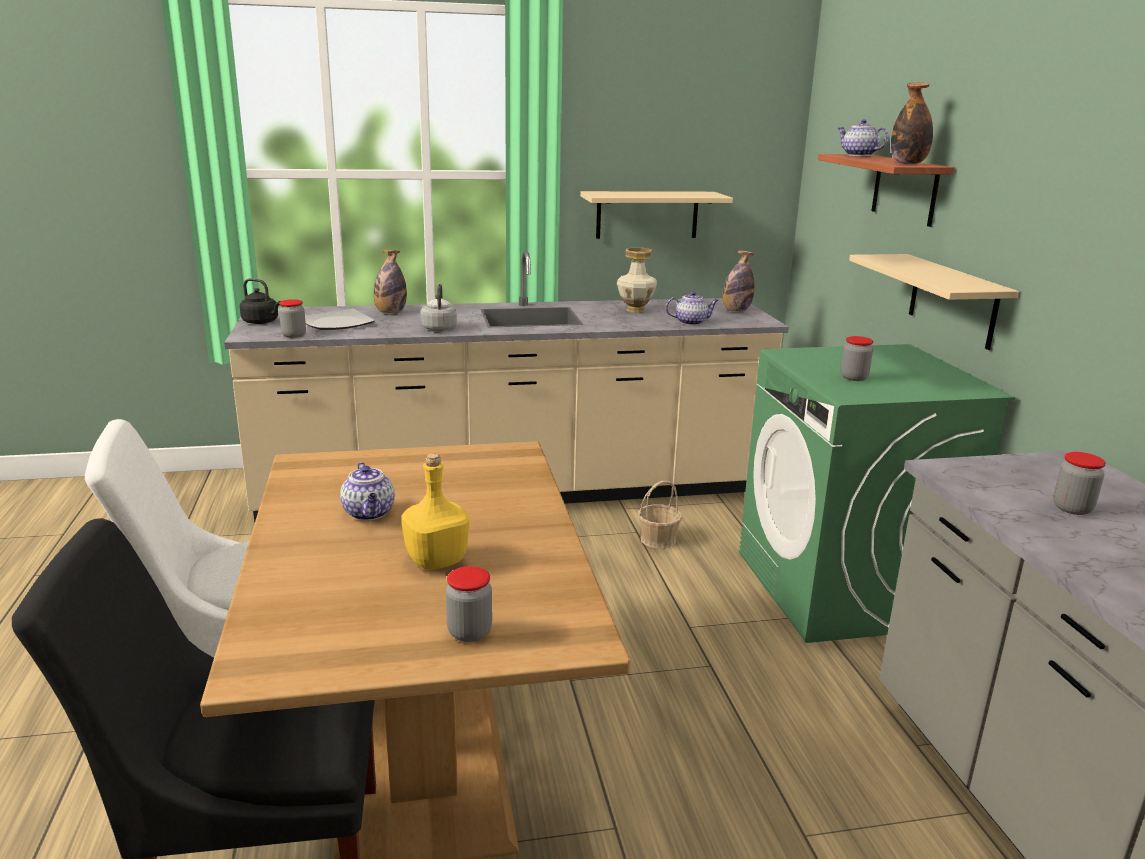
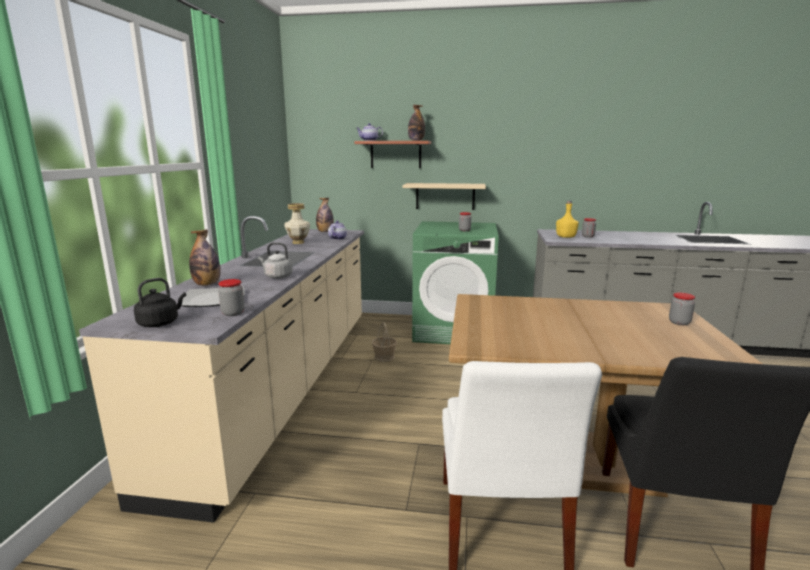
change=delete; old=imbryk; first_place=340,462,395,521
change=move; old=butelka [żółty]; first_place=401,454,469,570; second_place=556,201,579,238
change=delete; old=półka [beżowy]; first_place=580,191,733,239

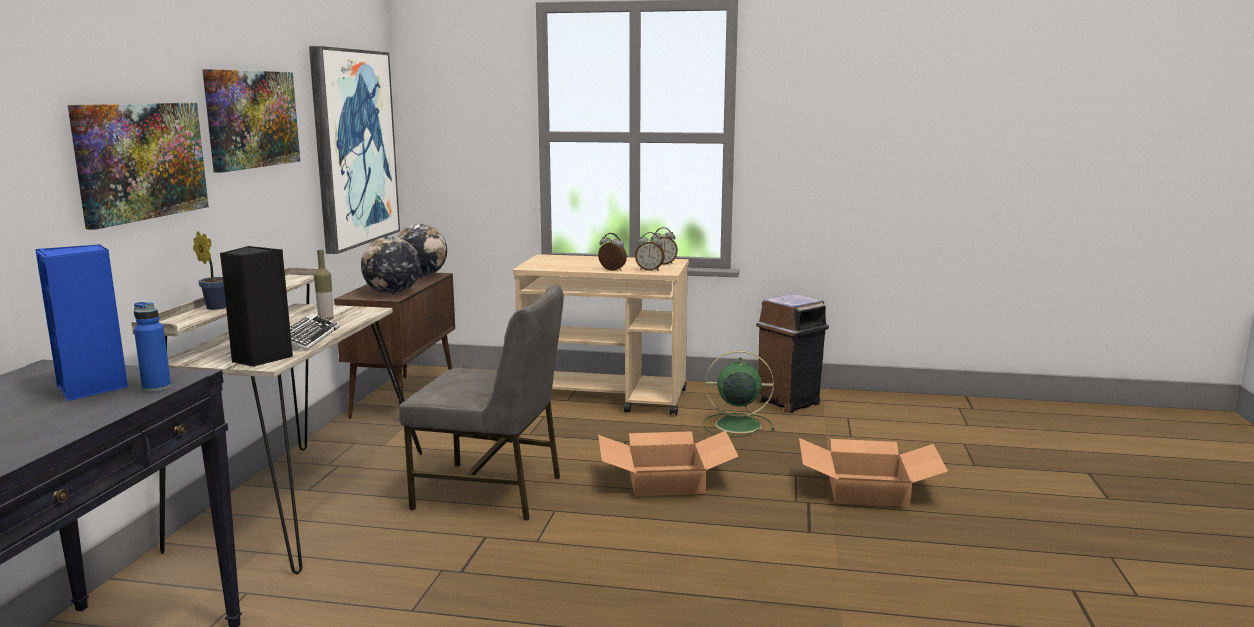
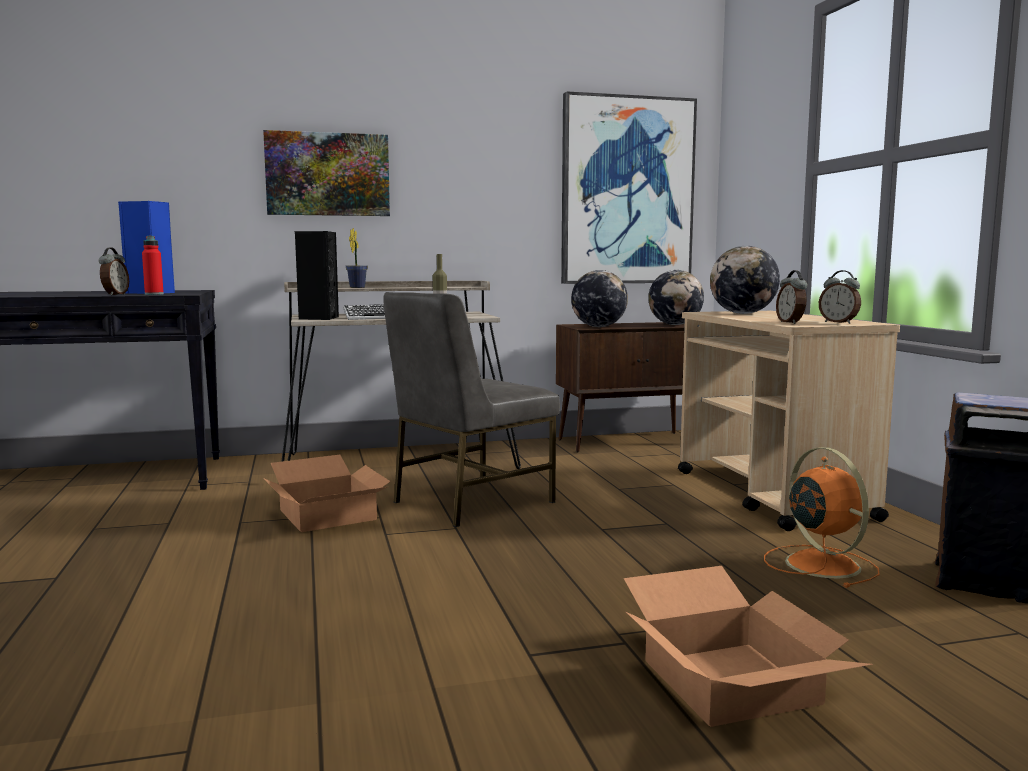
change=recolor; old=butelka [niebieski]; new=butelka [czerwony]; first_place=134,302,171,392; second_place=142,236,164,295
change=delete; old=obraz; first_place=202,69,300,173
change=rotate; old=krzesło [szary]; first_place=399,285,564,521; second_place=383,292,560,527; degrees=60
change=move; old=budzik; first_place=598,233,627,271; second_place=99,247,129,296
change=move; old=karton; first_place=598,431,739,496; second_place=263,455,391,532
change=recolor; old=wentylator [zielony]; new=wentylator [pomarańczowy]; first_place=703,351,775,437; second_place=764,447,880,588
change=insert; new=globus; second_place=710,246,780,314

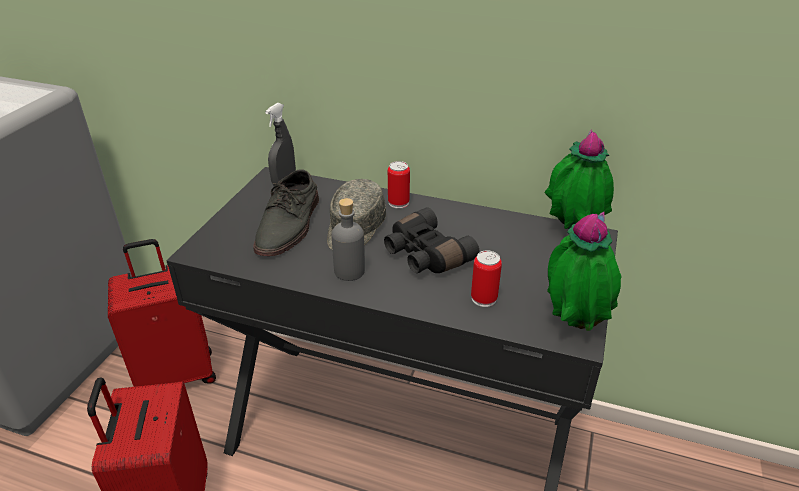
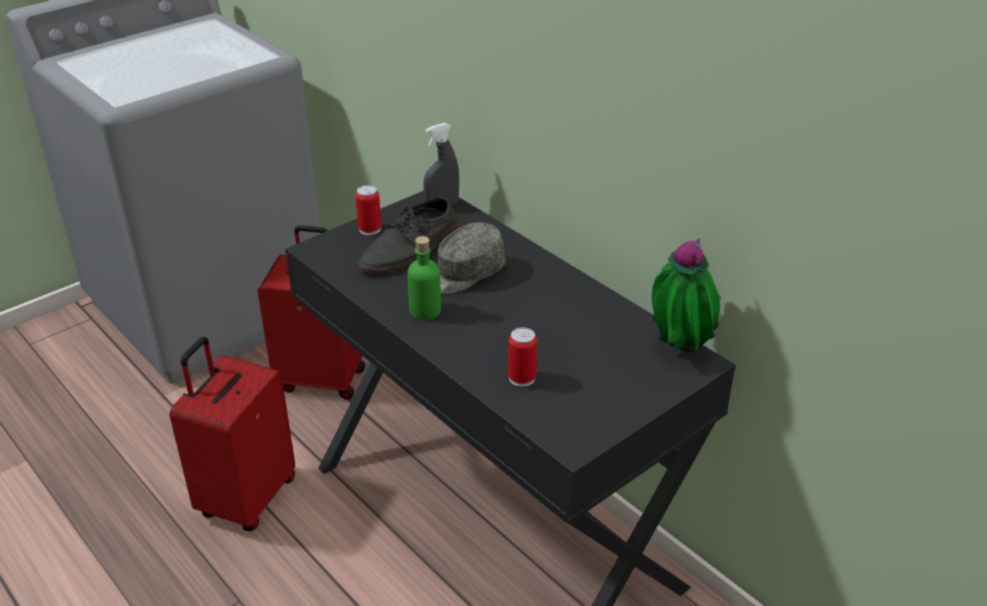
change=recolor; old=butelka [szary]; new=butelka [zielony]; first_place=332,198,365,281; second_place=407,236,441,320
change=delete; old=lornetka [czarny]; first_place=384,207,480,273
change=move; old=puszka; first_place=388,161,410,209; second_place=355,185,381,235
change=delete; old=roślina doniczkowa; first_place=547,212,622,331

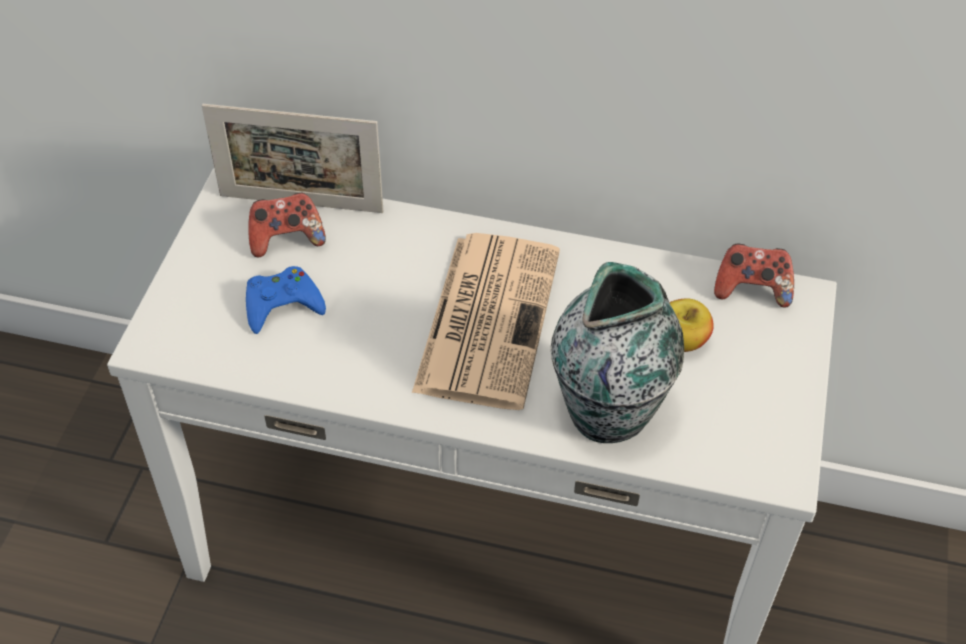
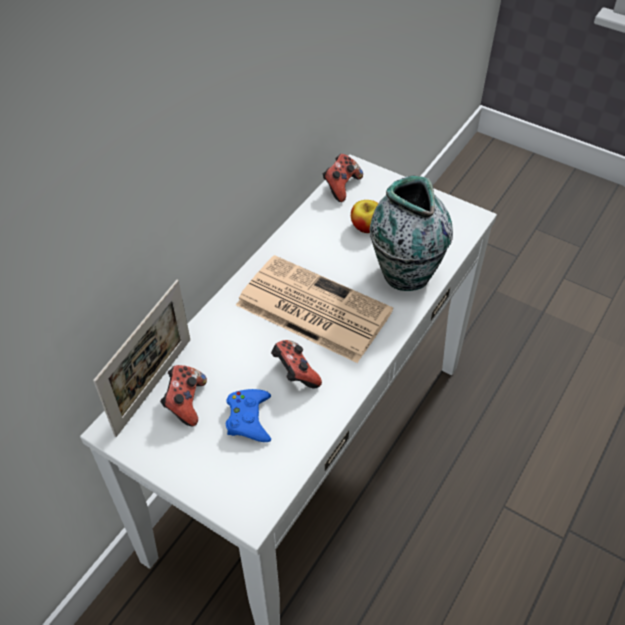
change=insert; new=pad do gier; second_place=271,340,322,388

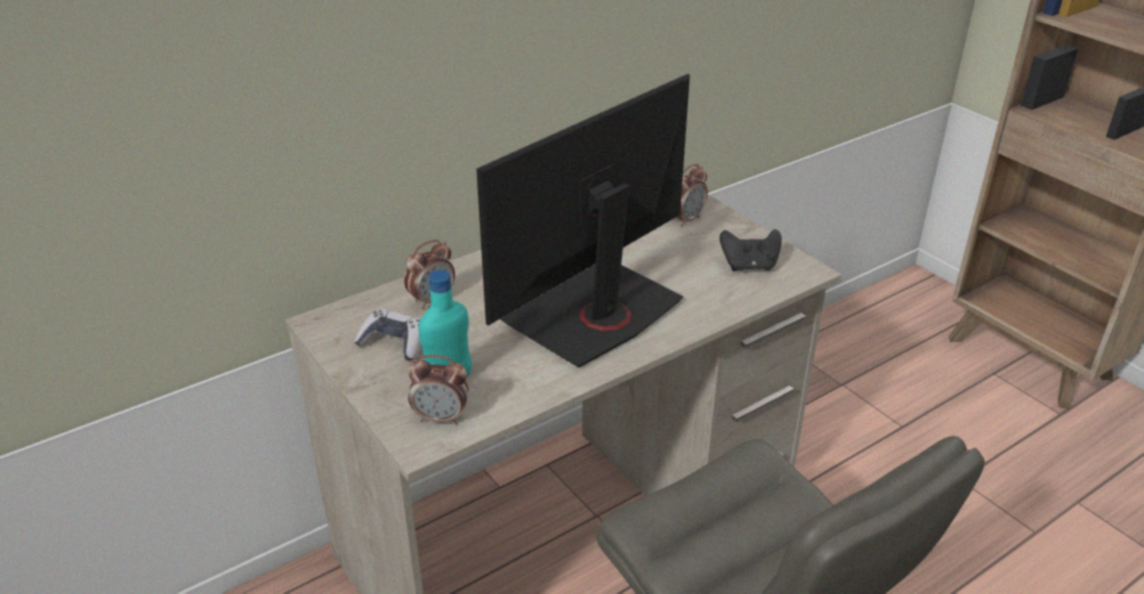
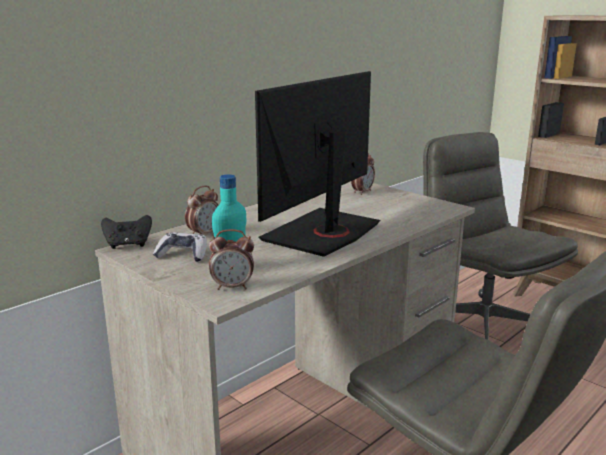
change=move; old=pad do gier [czarny]; first_place=720,229,782,271; second_place=101,215,152,249
change=insert; new=krzesło biurowe [szary]; second_place=423,132,578,340

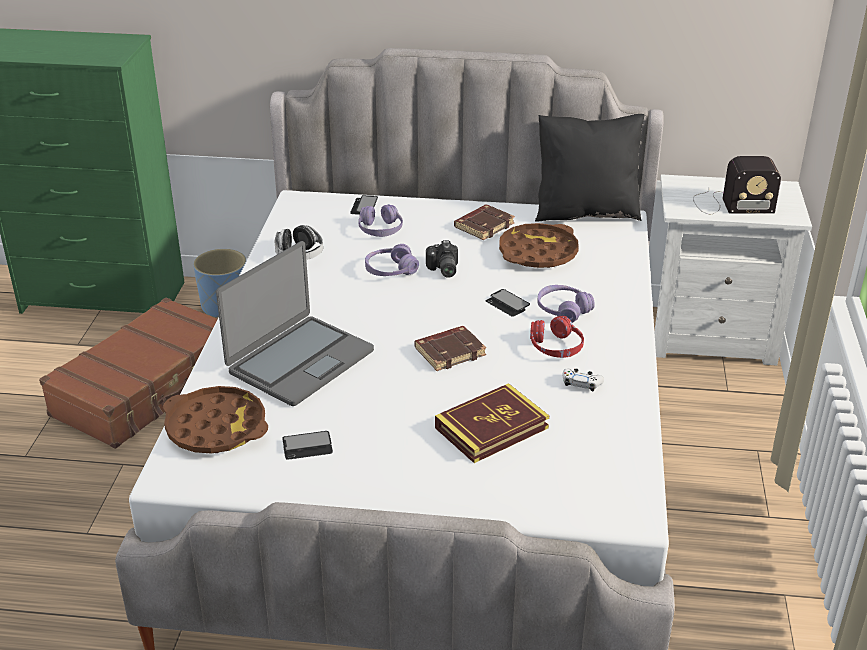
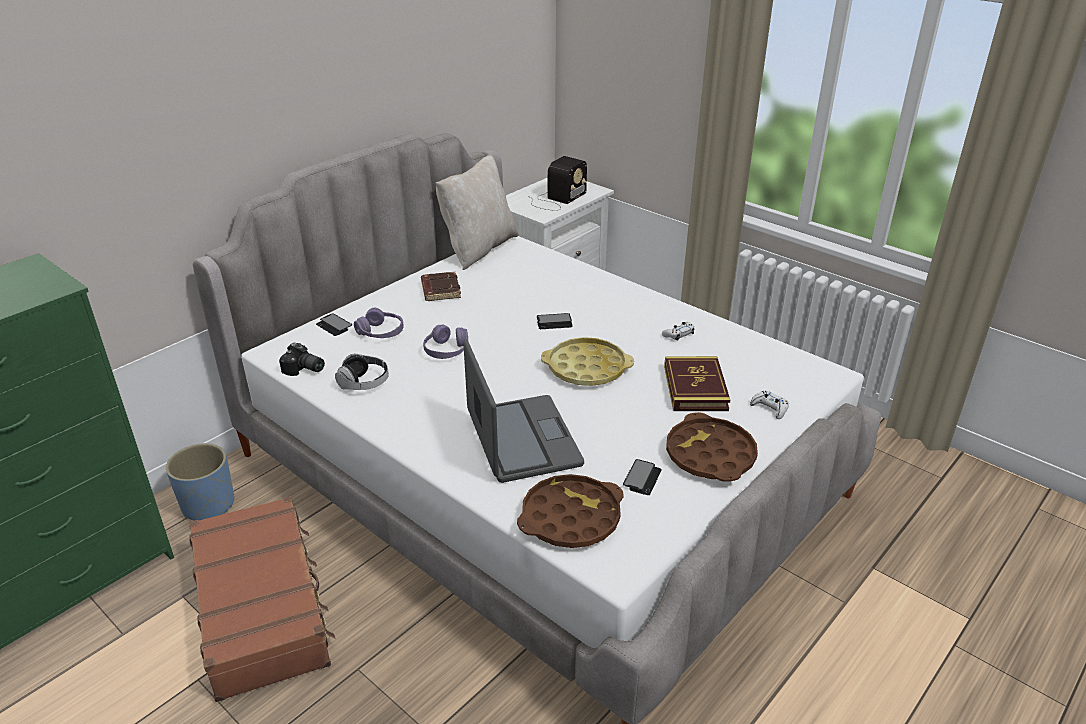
change=replace; old=książka [brązowy]; new=taca [żółty]; first_place=414,326,486,371; second_place=541,337,634,386
change=move; old=aparat fotograficzny; first_place=426,240,458,278; second_place=279,342,325,376
change=move; old=taca [brązowy]; first_place=499,223,579,268; second_place=666,412,758,482
change=delete; old=słuchawki [czerwony]; first_place=530,316,584,358
change=recolor; old=poduszka [czarny]; new=poduszka [beżowy]; first_place=535,114,644,221; second_place=436,155,519,270
change=delete; old=słuchawki [fioletowy]; first_place=537,285,595,323
change=insert; new=pad do gier [biały]; second_place=750,391,789,419

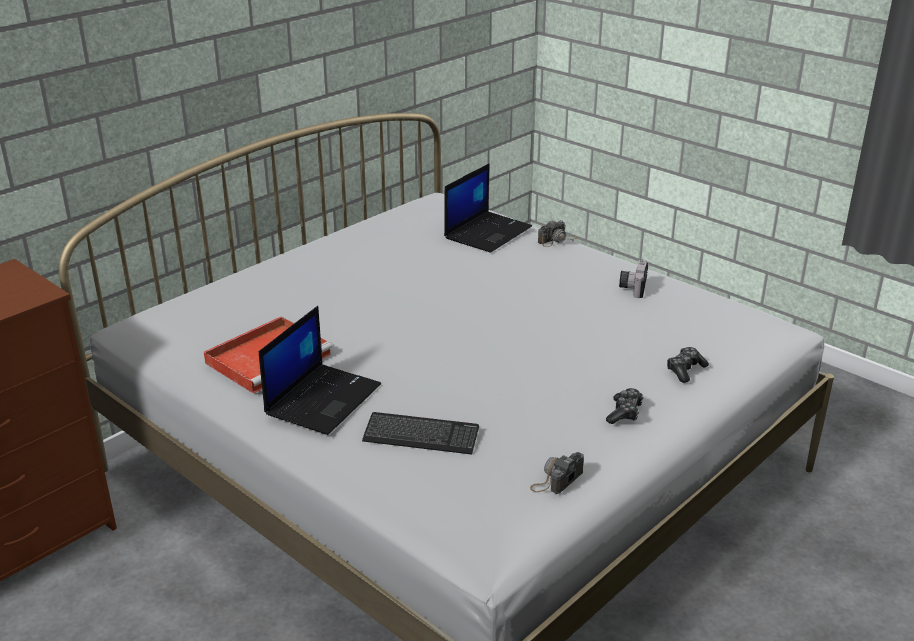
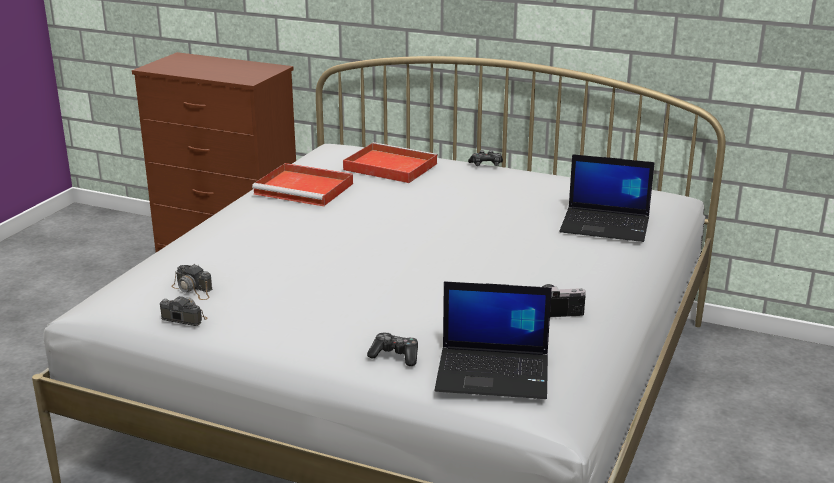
change=move; old=laptop; first_place=259,306,381,435; second_place=435,281,552,399
change=delete; old=klawiatura; first_place=362,412,479,455
change=move; old=aparat fotograficzny; first_place=538,220,578,247; second_place=171,264,213,300
change=move; old=pad do gier; first_place=606,388,644,424; second_place=468,150,503,166
change=insert; new=taca [czerwony]; second_place=343,142,438,183

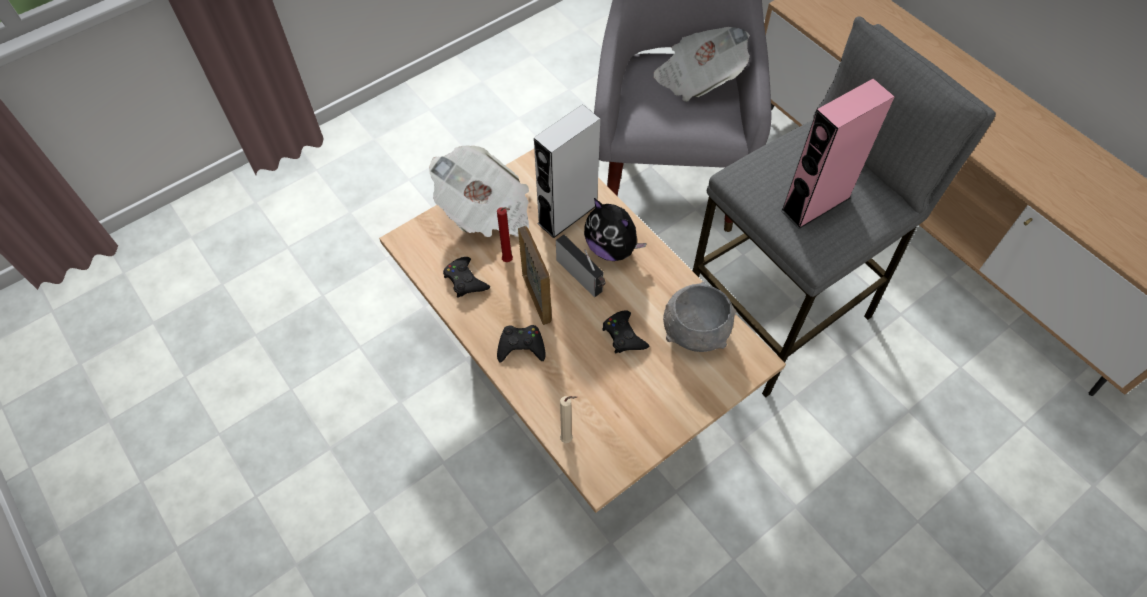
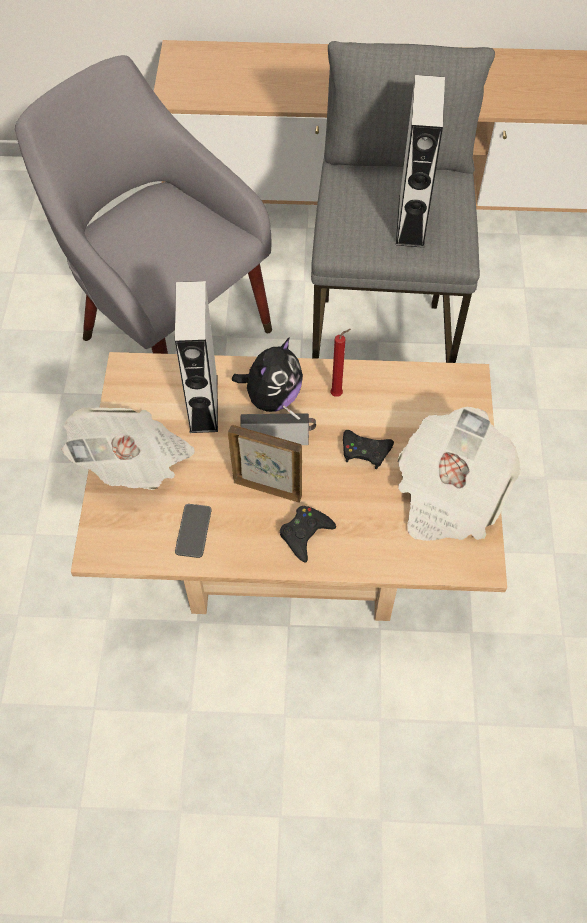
change=replace; old=pad do gier [czarny]; new=telefon; first_place=443,257,490,298; second_place=175,504,212,558
change=move; old=świeca [czerwony]; first_place=497,207,513,262; second_place=331,329,351,397
change=delete; old=świeca [beżowy]; first_place=560,396,577,443
change=rotate; old=pluszak; first_place=584,198,647,261; second_place=232,337,303,412; degrees=-45
change=move; old=gazeta; first_place=654,27,750,102; second_place=397,407,520,541
change=delete; old=miska [szary]; first_place=663,282,737,352
change=recolor; old=głośnik [różowy]; new=głośnik [szary]; first_place=780,78,895,229; second_place=396,75,445,248

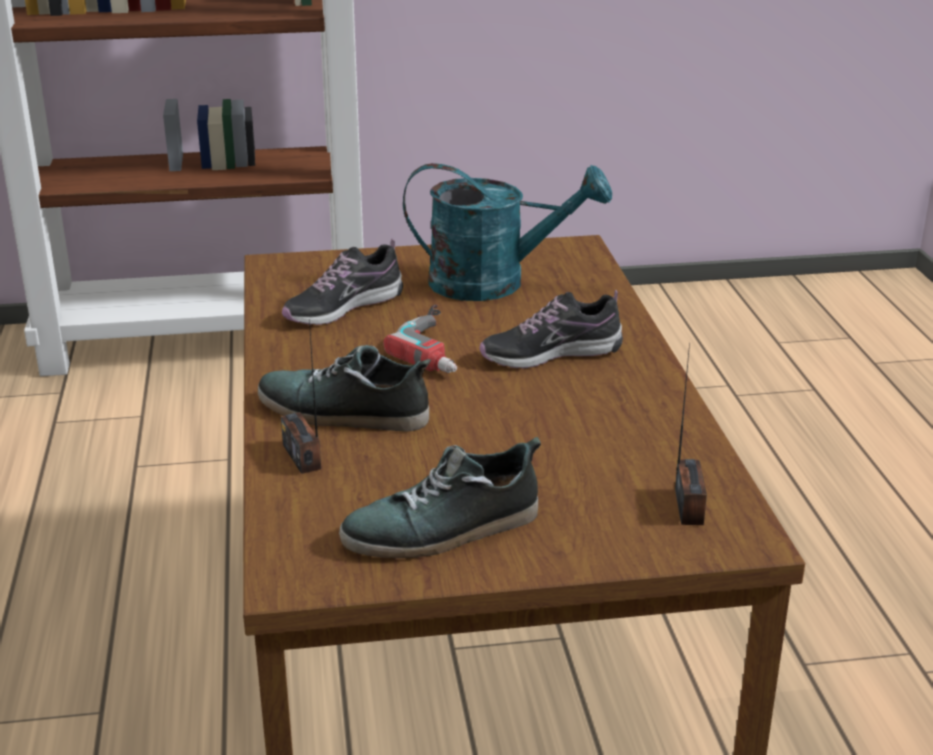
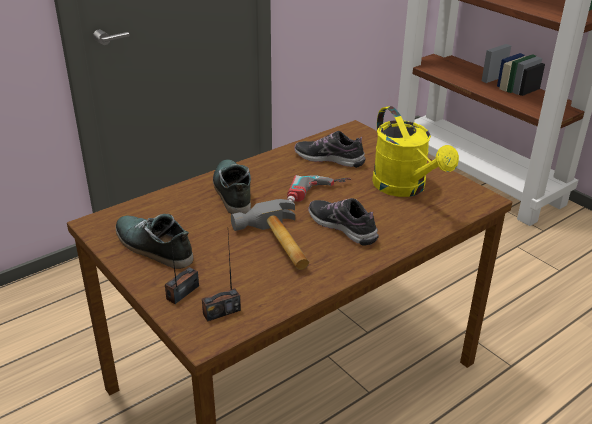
change=move; old=radio; first_place=281,319,321,474; second_place=165,231,199,304
change=recolor; old=konewka [turkusowy]; new=konewka [żółty]; first_place=403,163,612,301; second_place=372,106,459,197
change=insert; new=młotek; second_place=231,199,309,270

